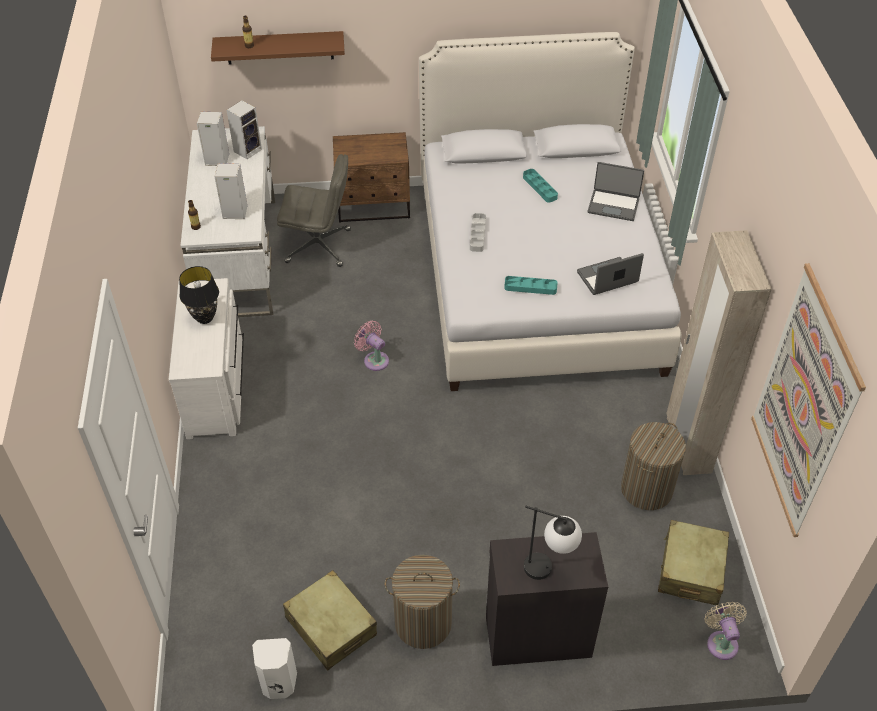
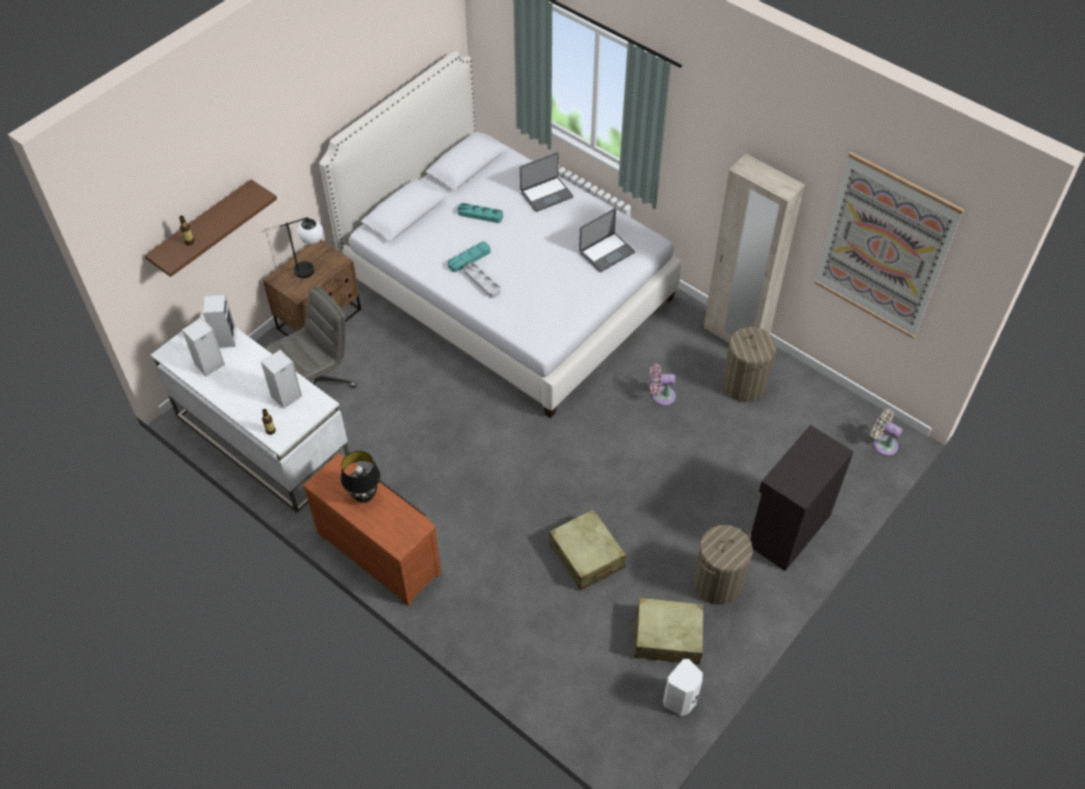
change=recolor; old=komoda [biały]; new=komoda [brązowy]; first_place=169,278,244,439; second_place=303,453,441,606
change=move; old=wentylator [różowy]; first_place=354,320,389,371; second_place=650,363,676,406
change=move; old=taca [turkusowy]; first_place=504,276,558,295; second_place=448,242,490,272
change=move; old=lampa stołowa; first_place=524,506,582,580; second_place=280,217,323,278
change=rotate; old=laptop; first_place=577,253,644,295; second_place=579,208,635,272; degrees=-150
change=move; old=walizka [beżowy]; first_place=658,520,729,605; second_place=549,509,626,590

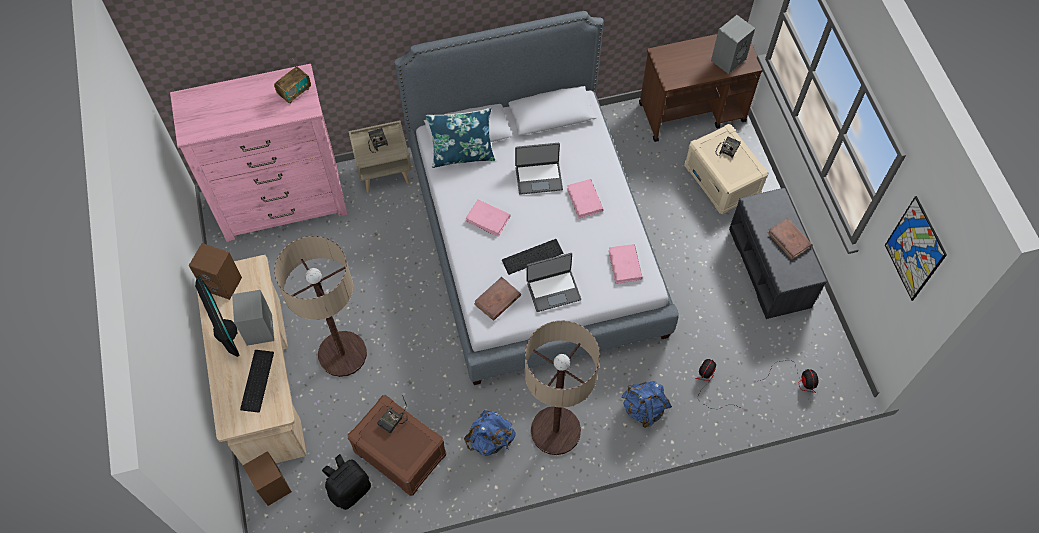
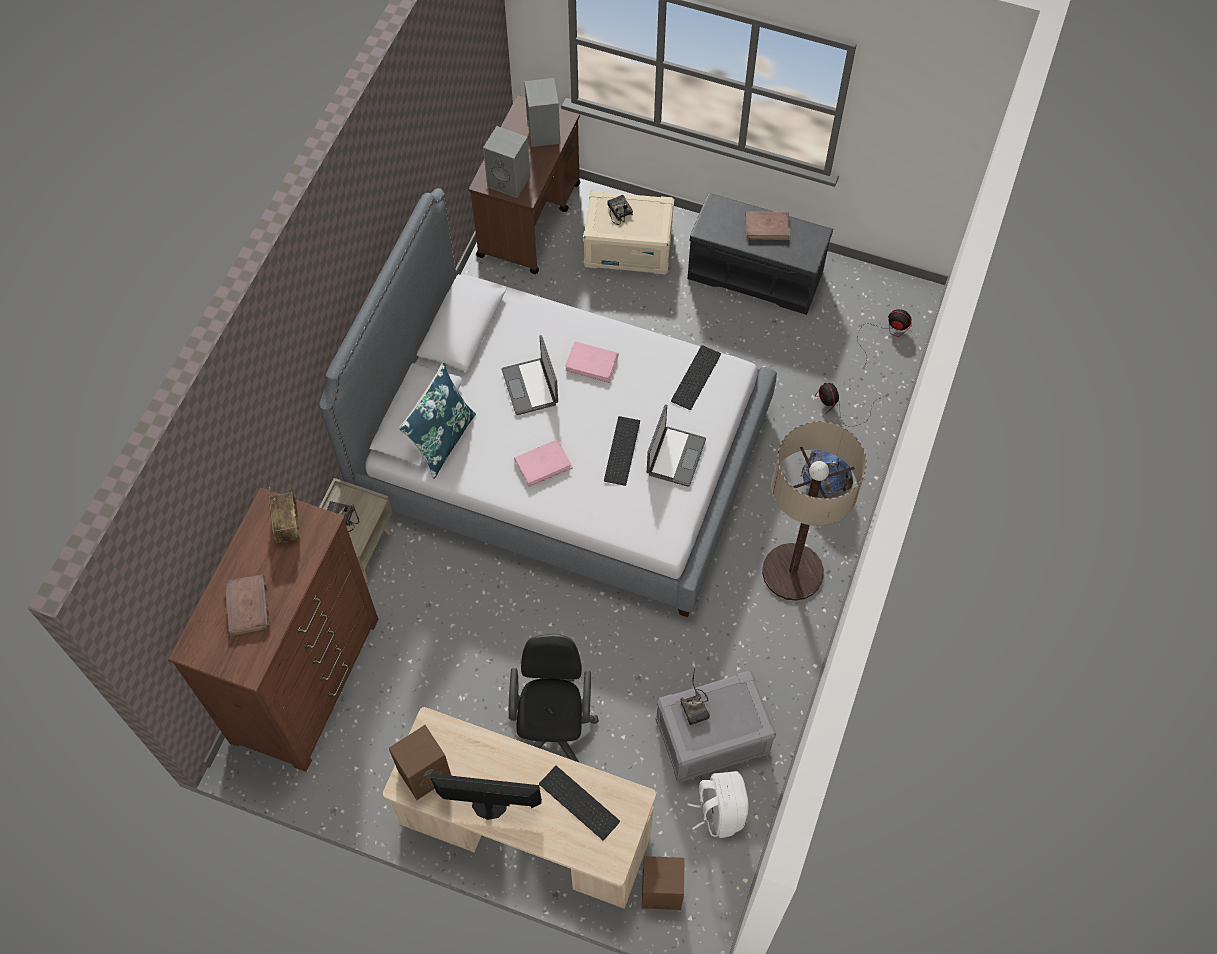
change=recolor; old=komoda [różowy]; new=komoda [brązowy]; first_place=170,64,347,241; second_place=168,488,379,772
change=move; old=głośnik [szary]; first_place=232,290,274,346; second_place=483,126,530,198
change=replace; old=lampa stojąca; new=krzesło biurowe [czarny]; first_place=274,236,367,377; second_place=508,634,599,762
change=recolor; old=plecak [czarny]; new=plecak [biały]; first_place=322,454,371,510; second_place=688,771,749,838
change=recolor; old=pojemnik do przechowywania [brązowy]; new=pojemnik do przechowywania [szary]; first_place=348,395,446,496; second_place=656,671,776,782
change=delete; old=plecak [niebieski]; first_place=464,410,515,456
change=move; old=książka [brązowy]; first_place=474,277,521,321; second_place=225,575,270,636
change=rotate; old=laptop; first_place=515,143,563,195; second_place=501,335,558,415; degrees=135
change=replace; old=książka [różowy]; new=klawiatura; first_place=608,244,643,284; second_place=671,345,721,410
change=delete; old=obraz; first_place=885,196,947,301

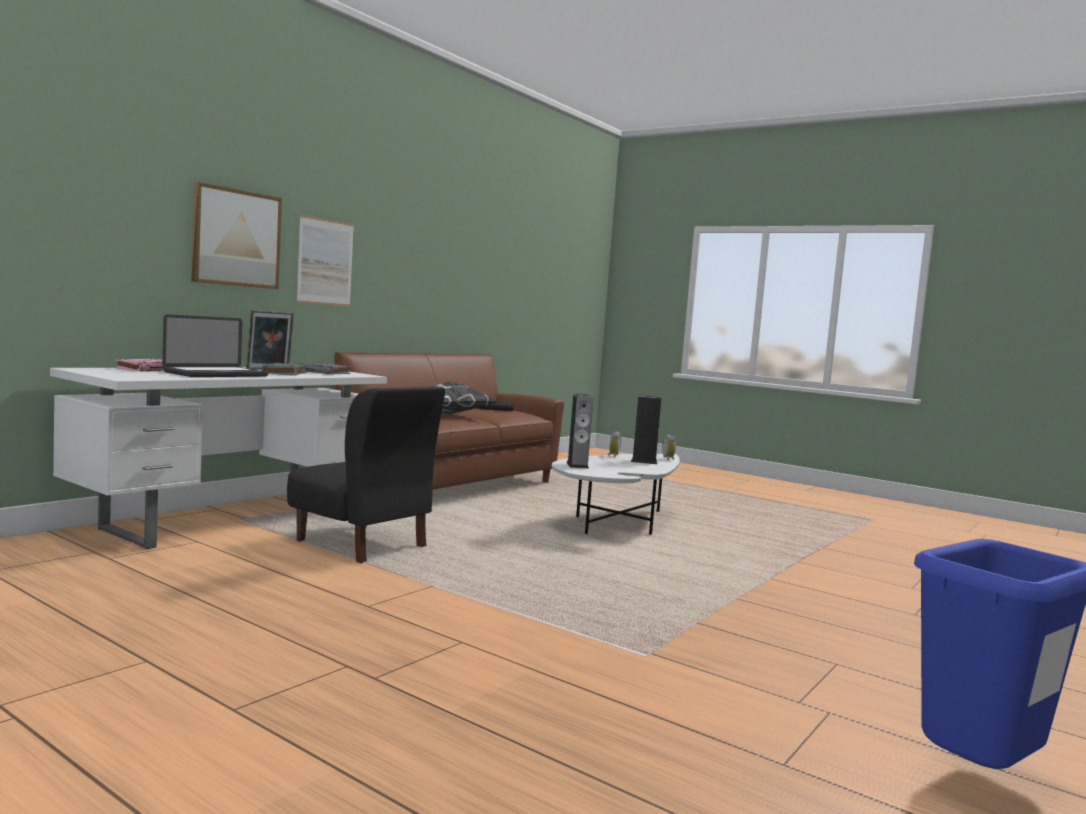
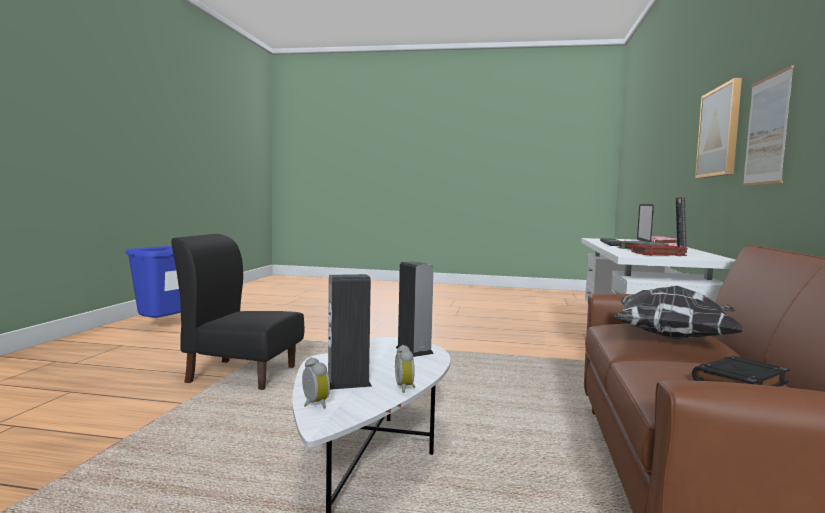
change=move; old=krzesło [czarny]; first_place=287,387,445,564; second_place=171,234,304,390
change=recolor; old=książka [szary]; new=książka [czerwony]; first_place=299,362,351,374; second_place=631,244,688,256

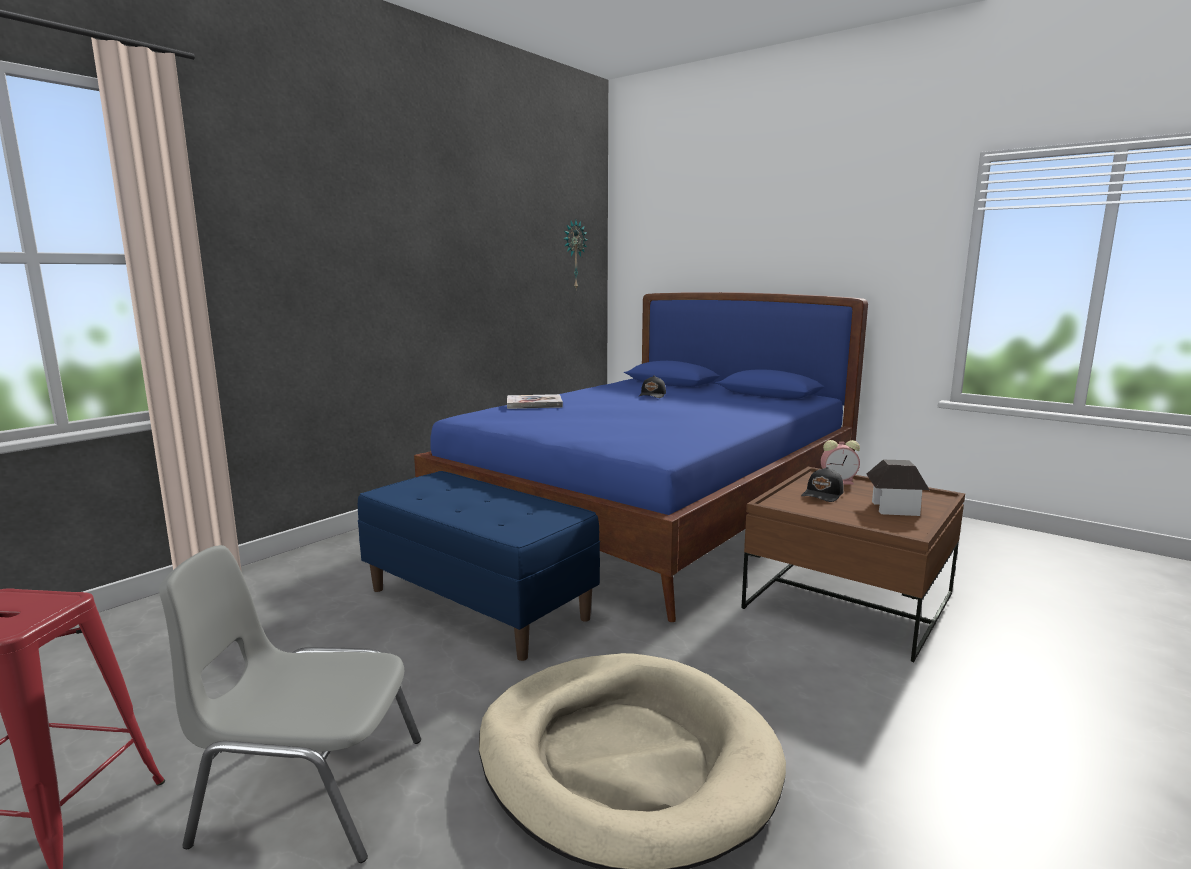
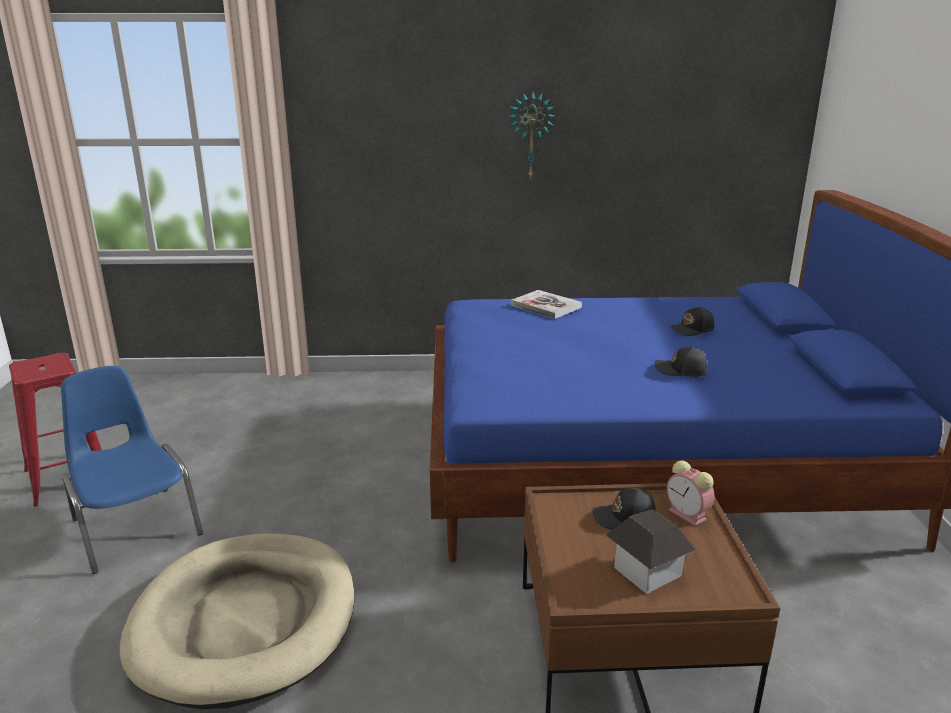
change=recolor; old=krzesło [szary]; new=krzesło [niebieski]; first_place=159,545,421,863; second_place=61,366,203,574
change=delete; old=ławka [niebieski]; first_place=358,471,600,661
change=move; old=zegar ścienny; first_place=563,220,587,289; second_place=508,91,556,180
change=insert; new=czapka z daszkiem [czarny]; second_place=655,346,707,377

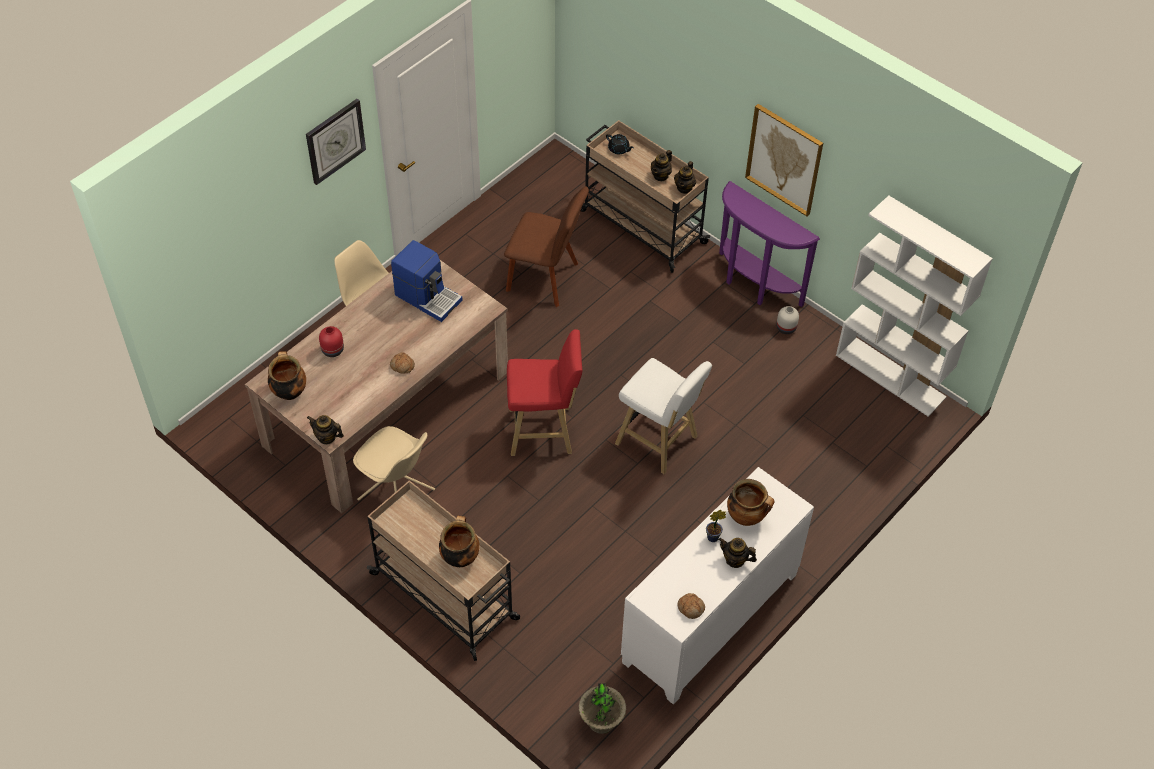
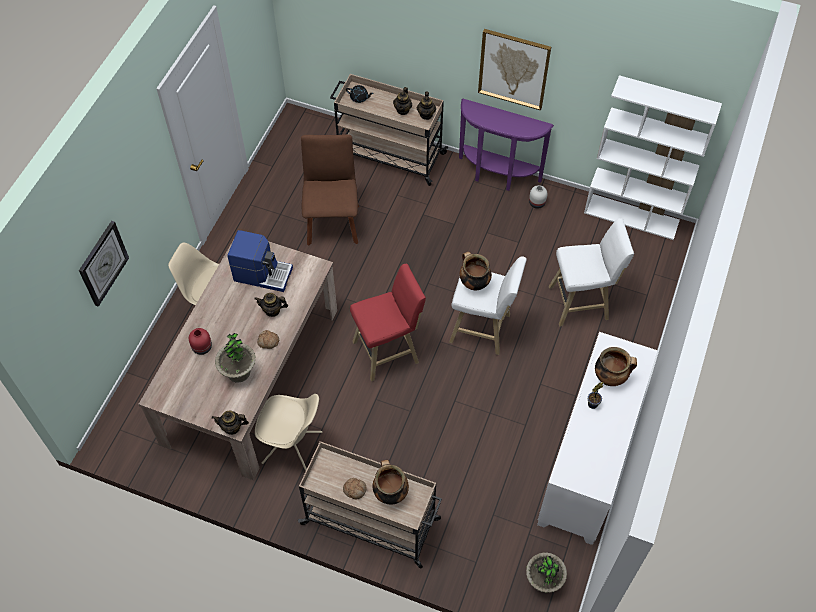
change=move; old=garnek; first_place=268,351,306,400; second_place=459,252,492,290
change=move; old=zegar ścienny; first_place=306,99,366,185; second_place=79,221,129,307
change=rotate; old=krzesło [brązowy]; first_place=504,186,589,307; second_place=301,134,359,245; degrees=-90
change=move; old=chleb; first_place=678,593,705,619; second_place=343,478,367,499
change=move; old=imbryk; first_place=718,538,757,568; second_place=254,293,288,317
change=insert; new=roślina doniczkowa; second_place=215,333,256,383
change=insert; new=stołek [biały]; second_place=549,218,634,326

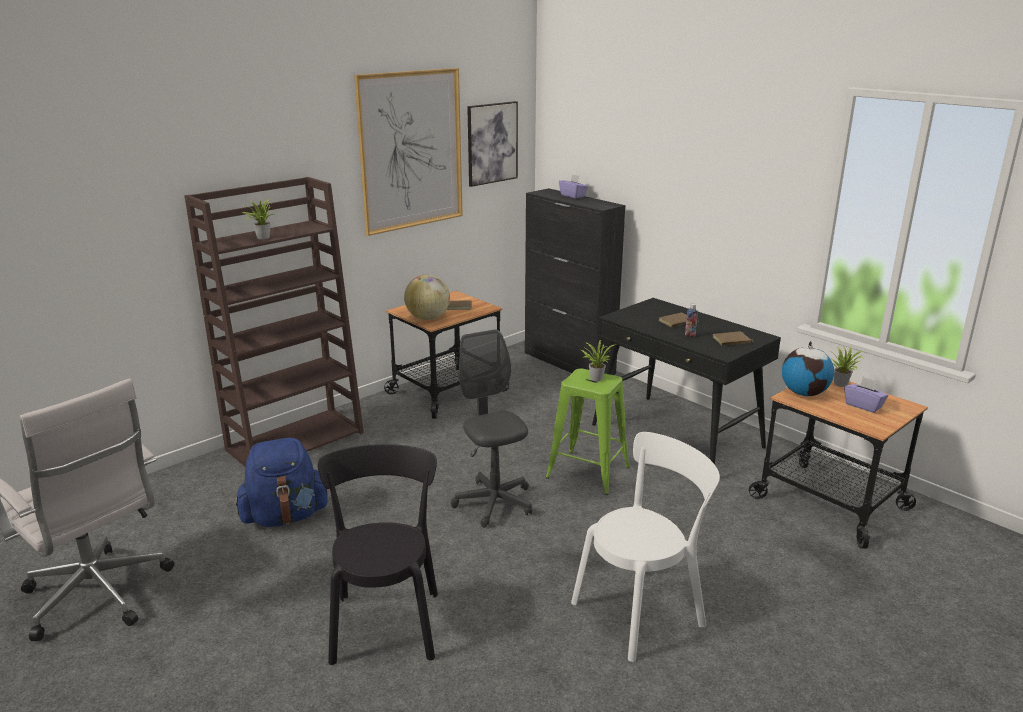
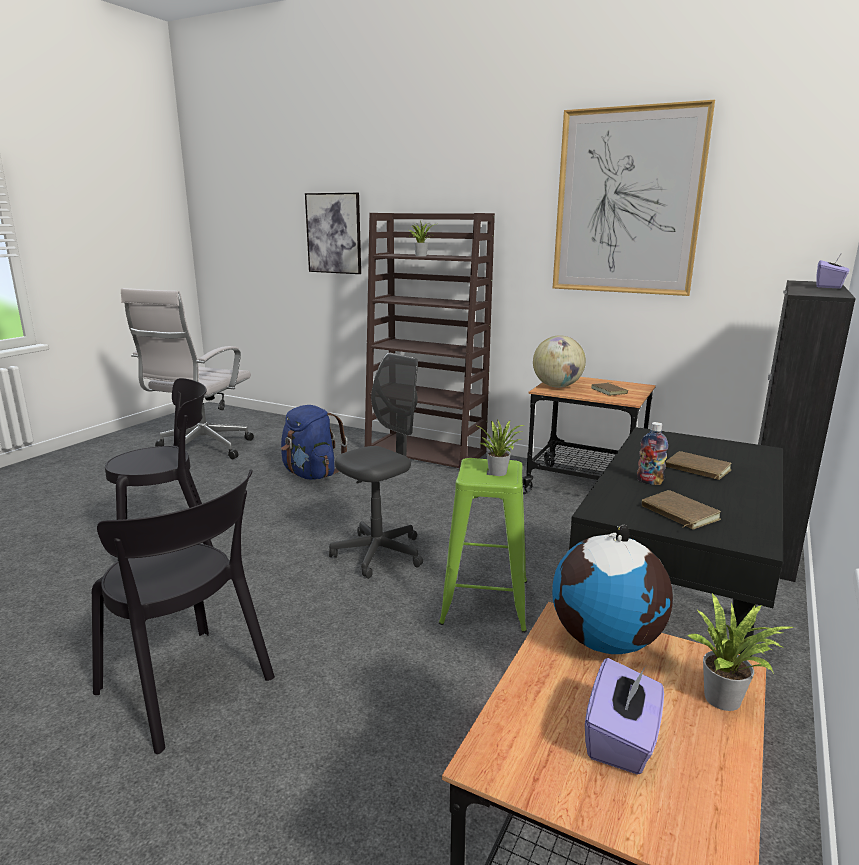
change=move; old=obraz; first_place=467,101,518,187; second_place=305,193,361,274
change=recolor; old=krzesło [biały]; new=krzesło [czarny]; first_place=571,432,720,662; second_place=92,469,275,754

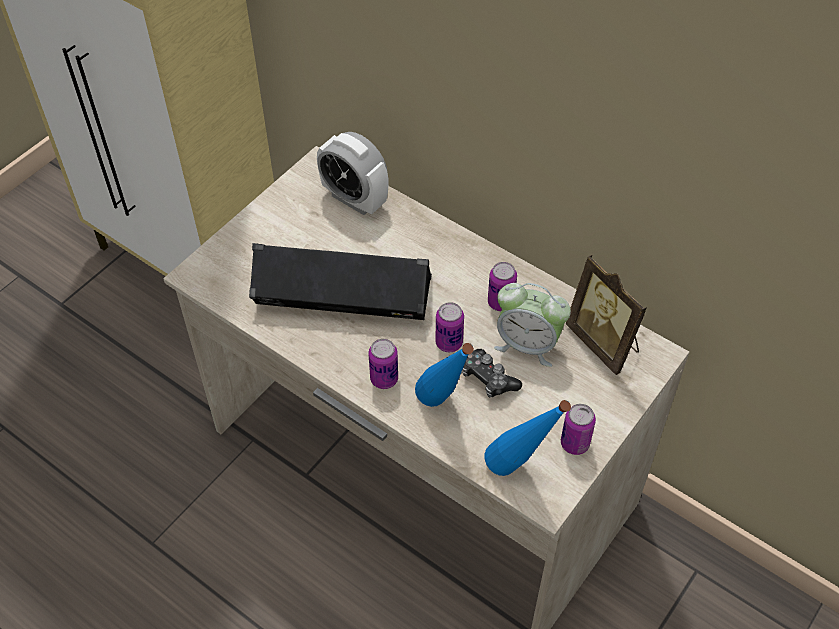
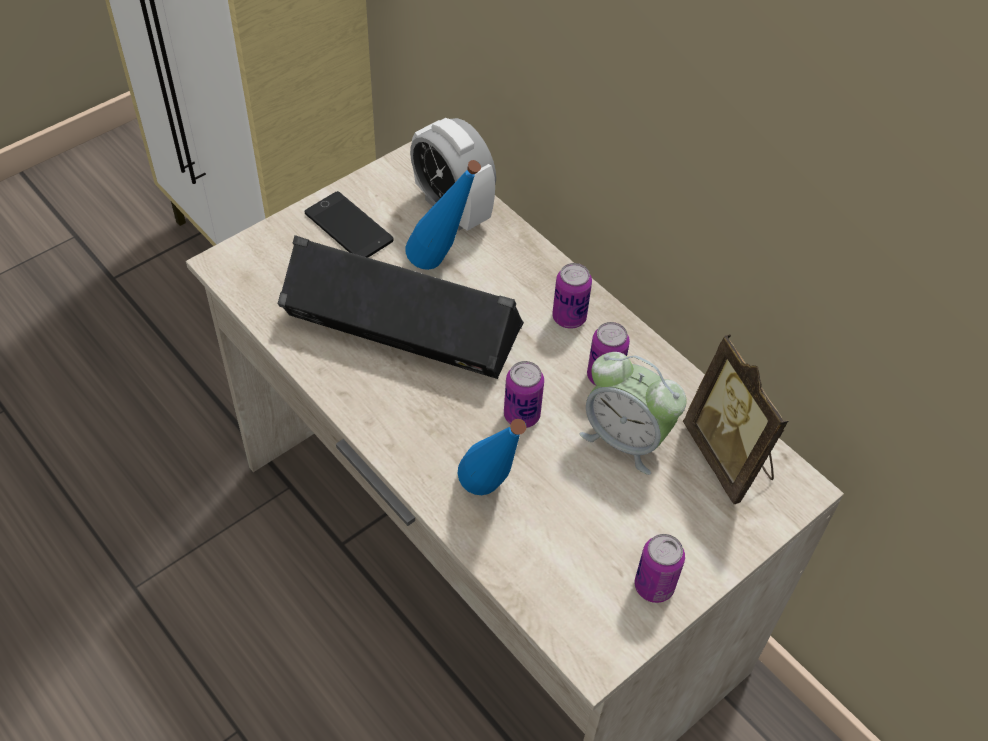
change=move; old=puszka; first_place=368,339,398,389; second_place=552,263,592,328
change=delete; old=pad do gier; first_place=462,349,522,398
change=move; old=butelka [niebieski]; first_place=485,400,571,476; second_place=405,160,481,270
change=insert; new=telefon; second_place=304,191,394,258

